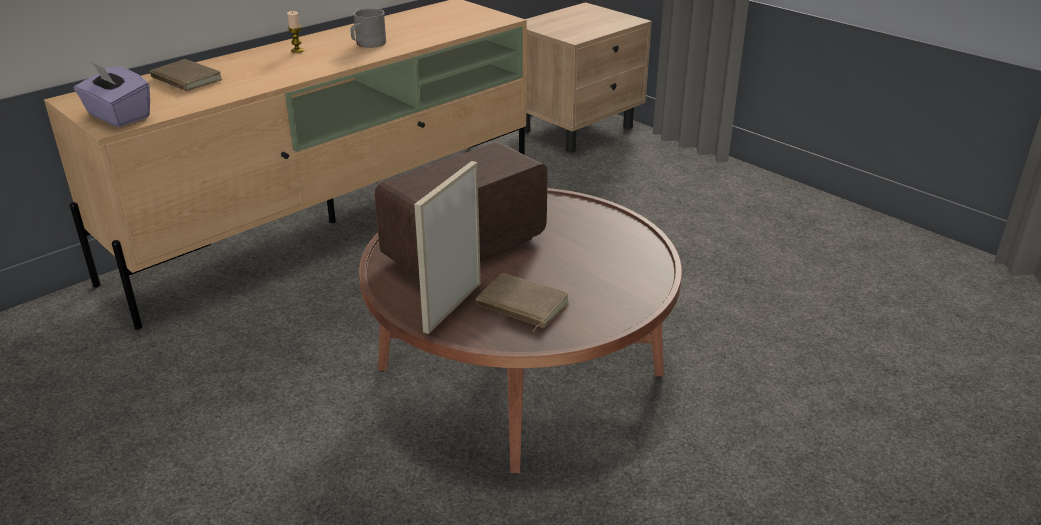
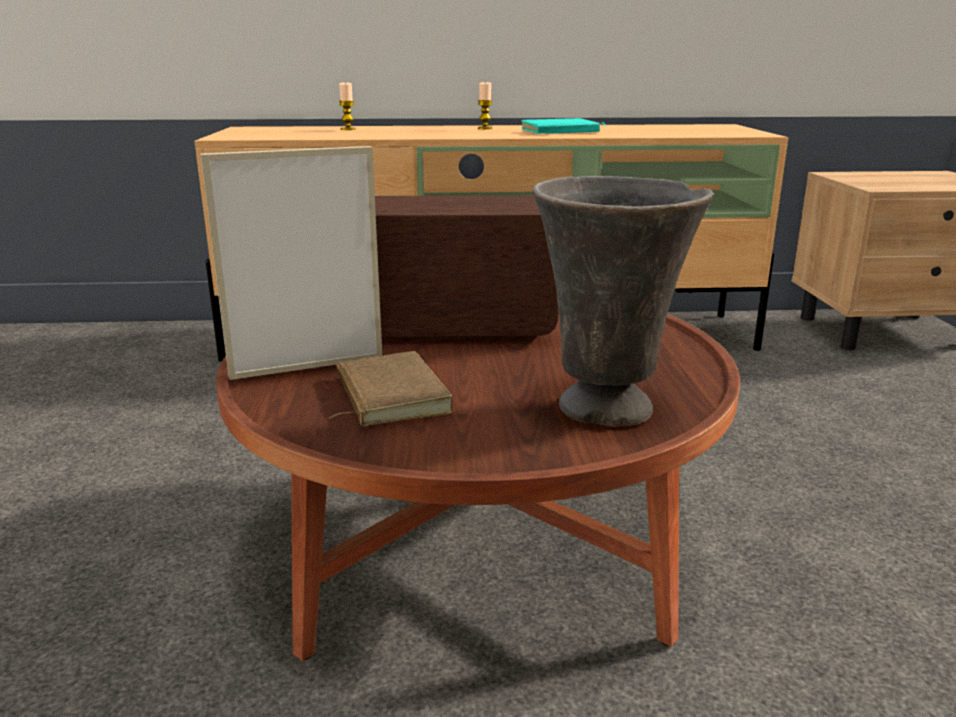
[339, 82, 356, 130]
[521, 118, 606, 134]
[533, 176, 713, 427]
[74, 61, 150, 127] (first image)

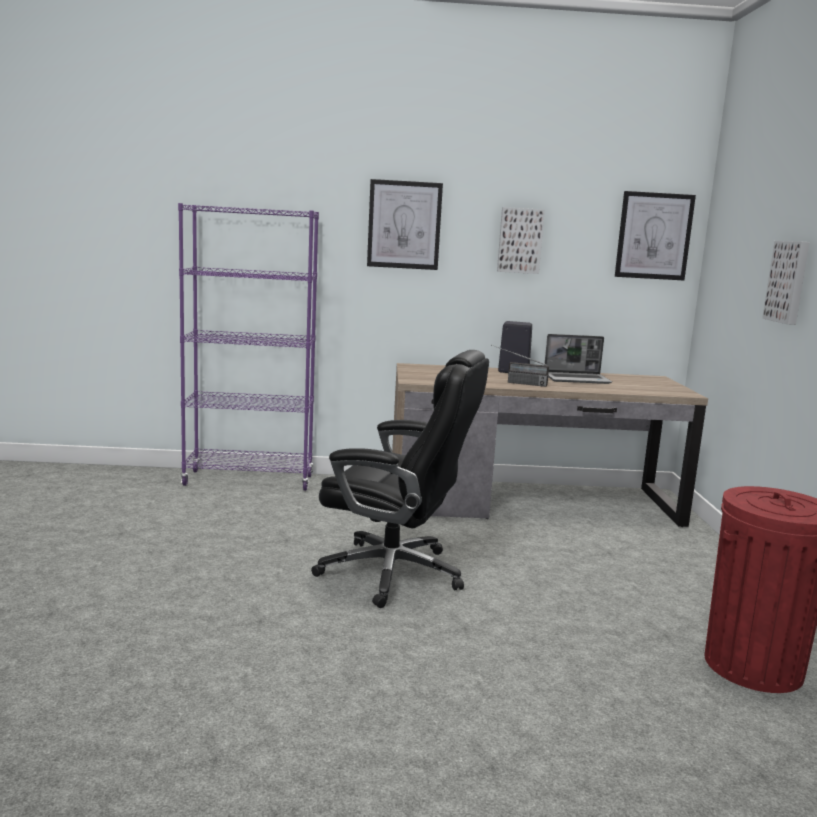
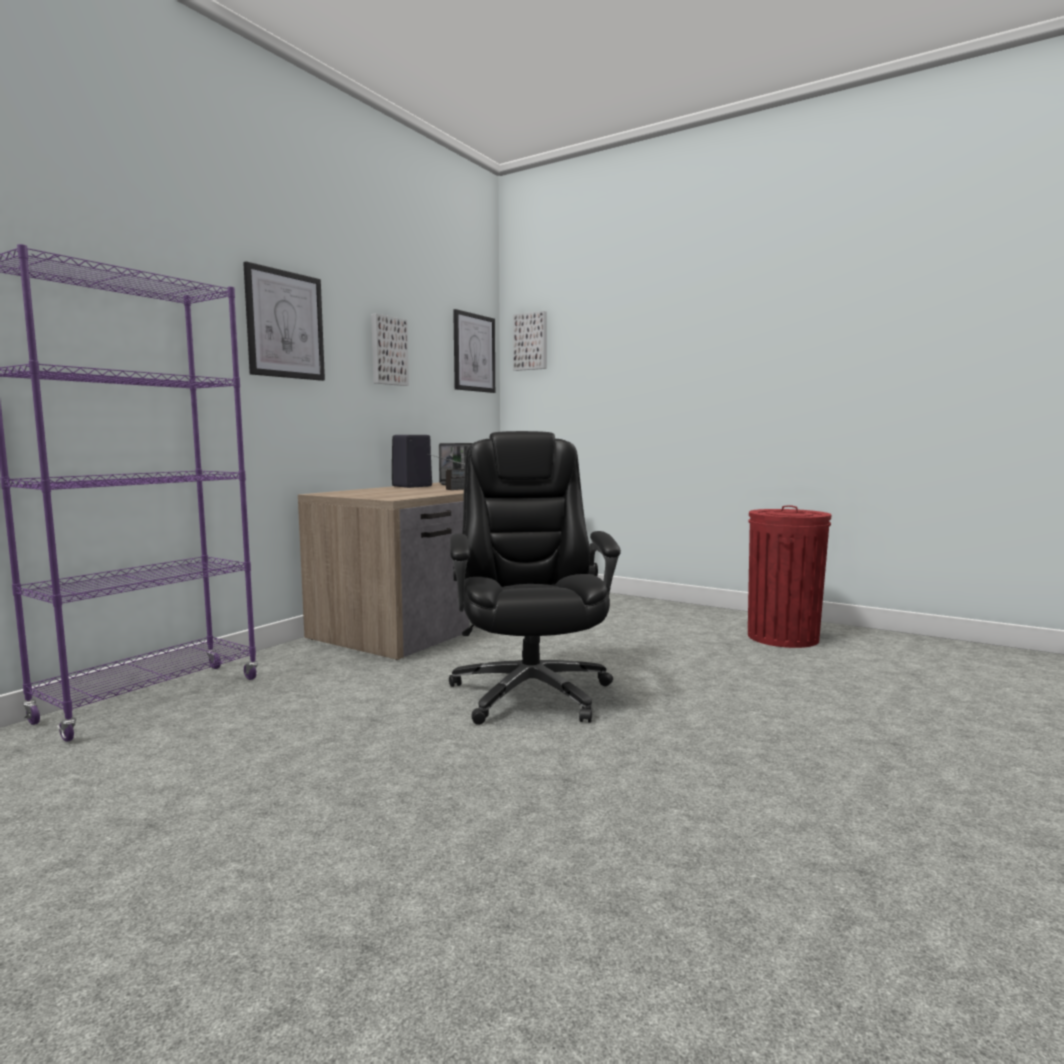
[449, 431, 621, 725]
[513, 311, 547, 371]

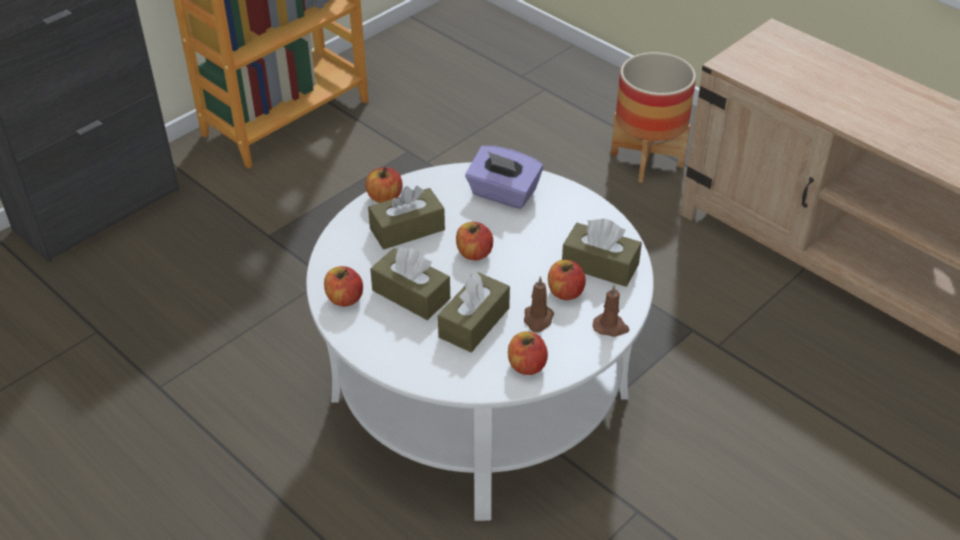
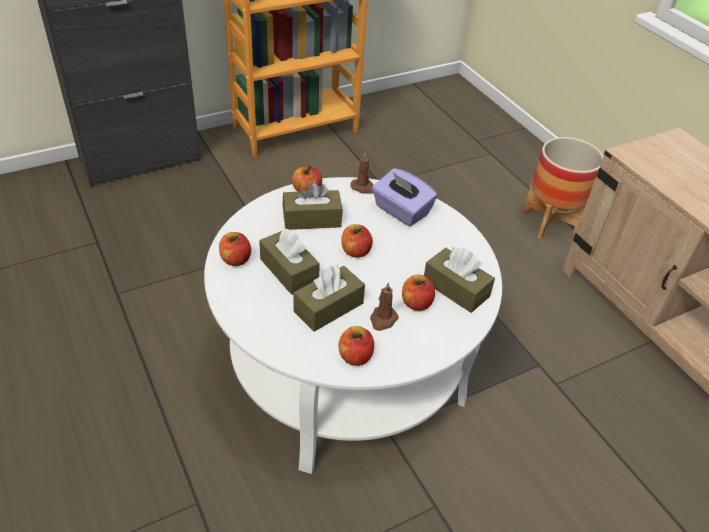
[350, 152, 373, 194]

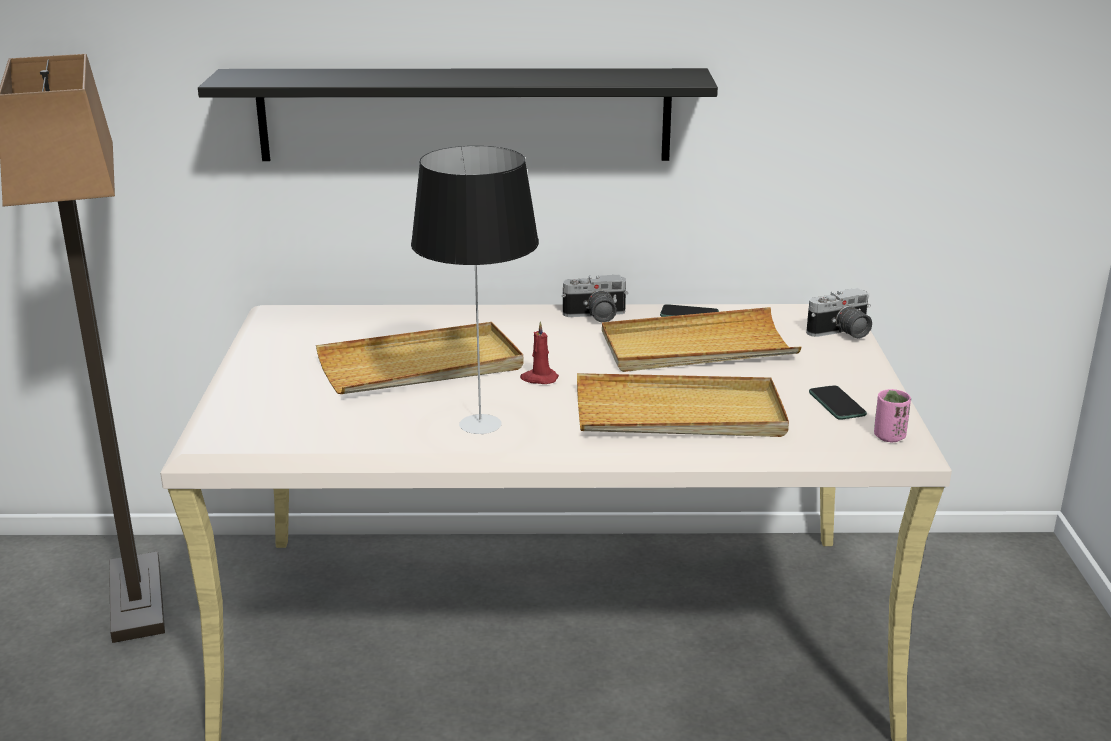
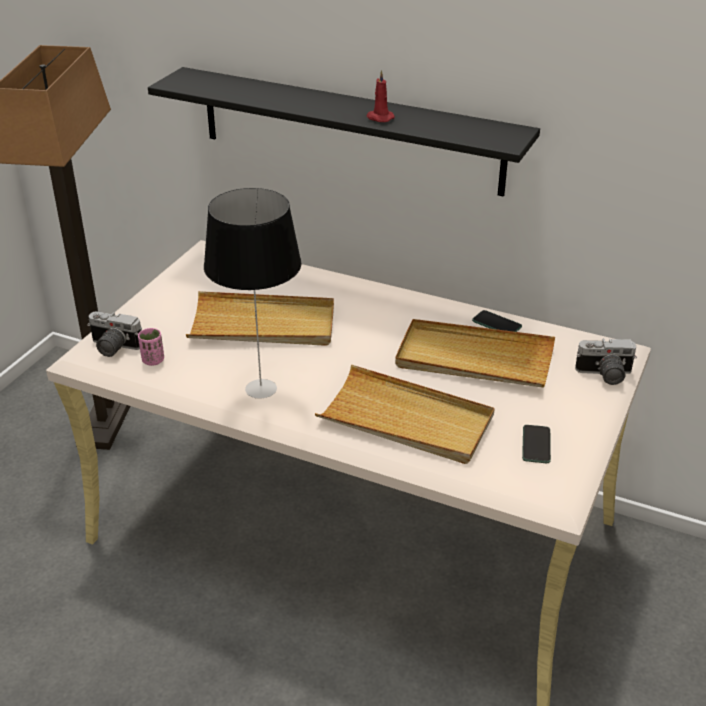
[87, 311, 142, 357]
[138, 328, 164, 366]
[367, 70, 395, 122]

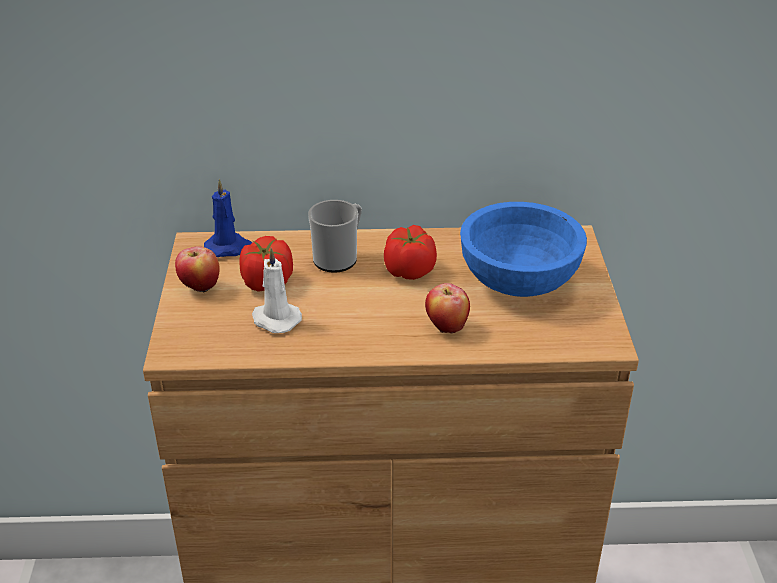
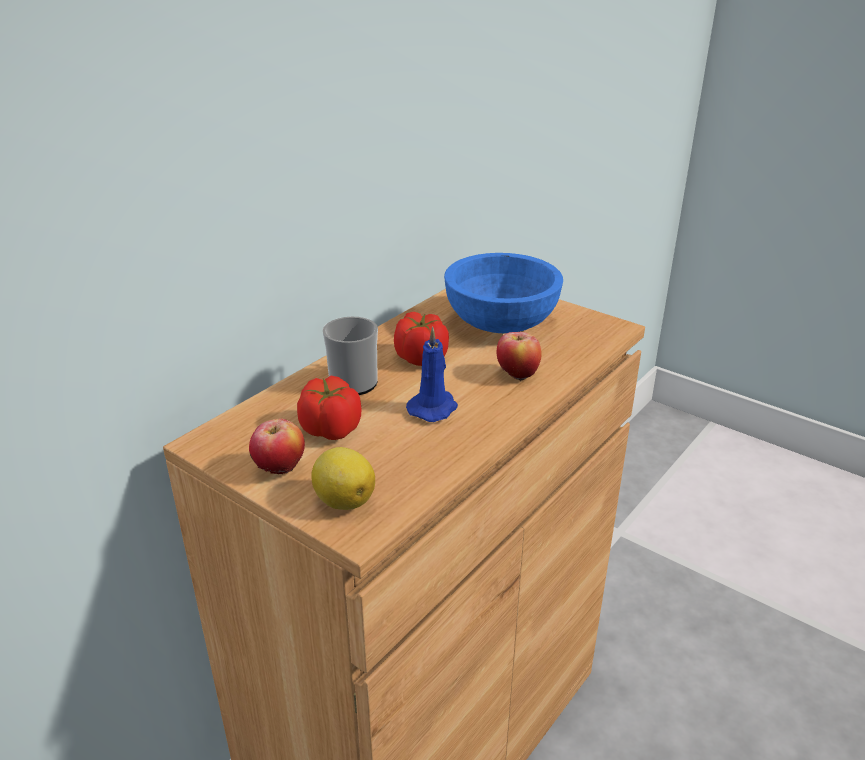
[311, 447, 375, 510]
[406, 327, 458, 422]
[252, 248, 302, 333] (first image)

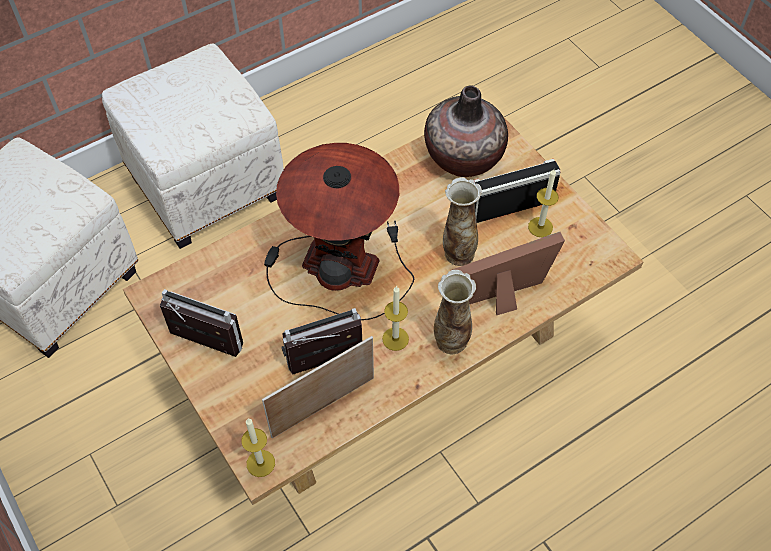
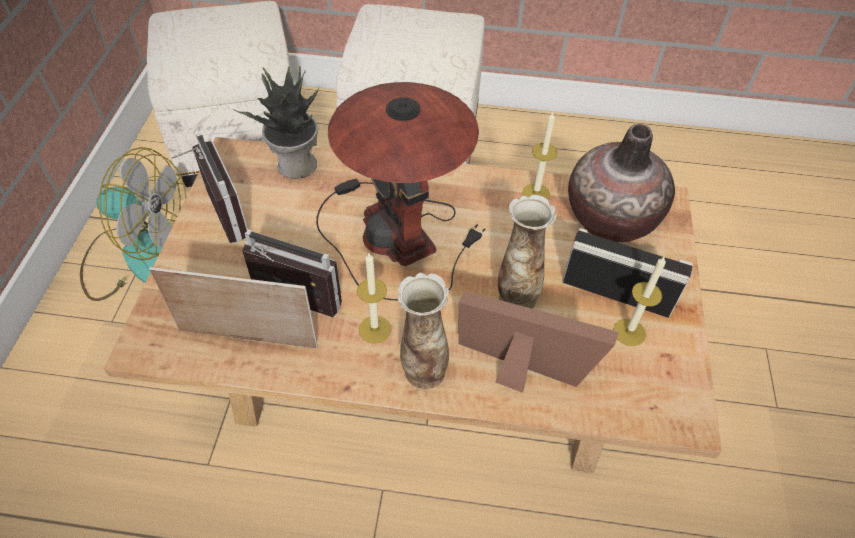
[80, 147, 187, 301]
[233, 66, 319, 179]
[522, 112, 557, 199]

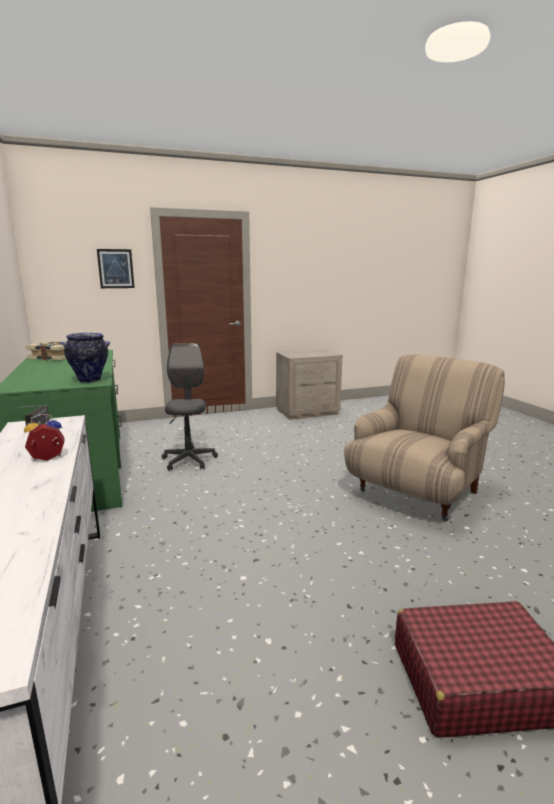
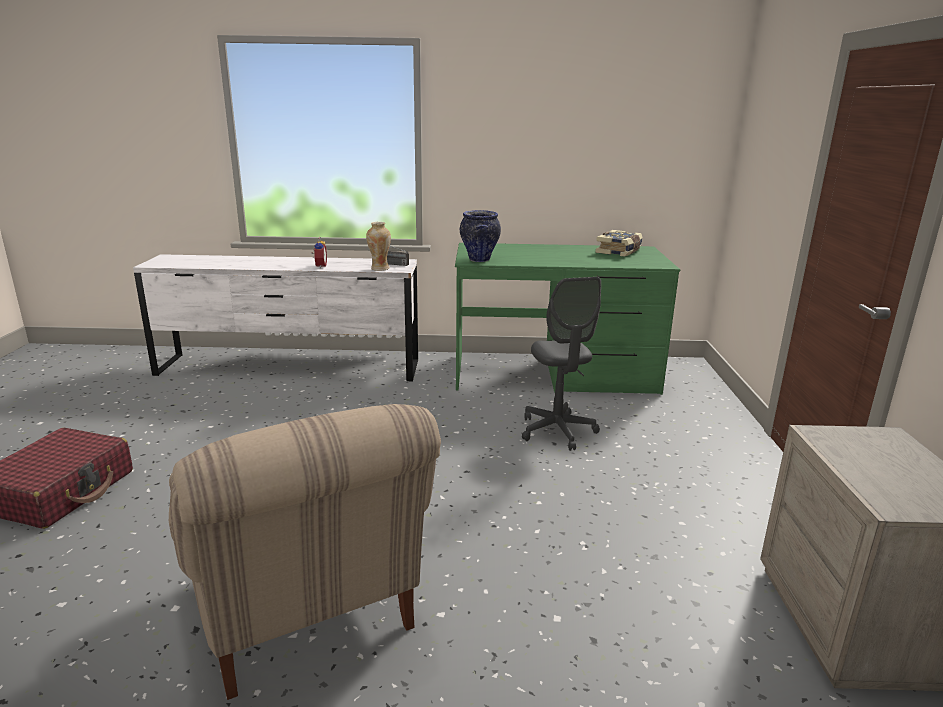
[366, 222, 391, 271]
[522, 277, 601, 451]
[97, 249, 135, 288] (first image)

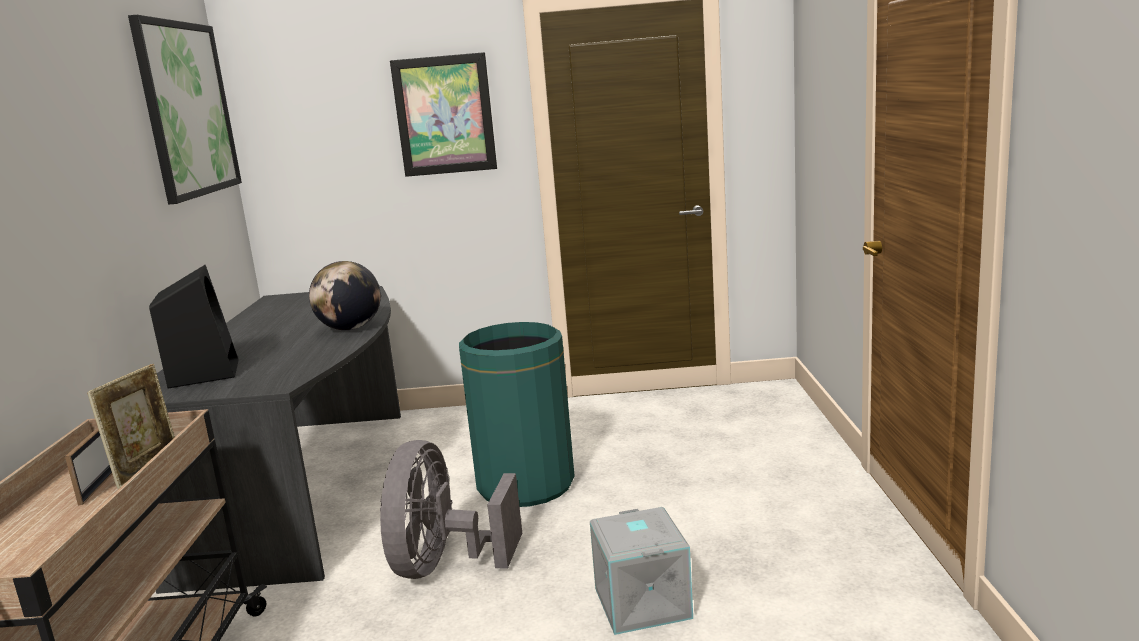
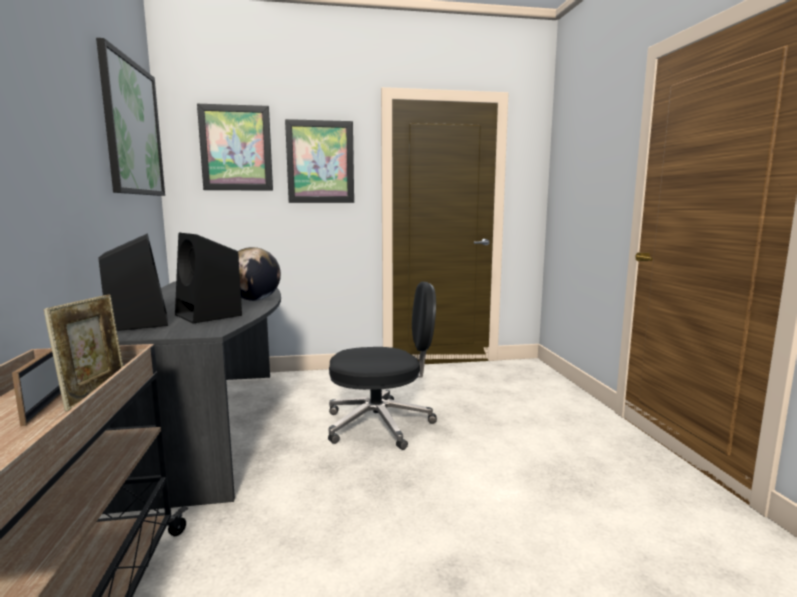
[175, 233, 242, 323]
[197, 104, 273, 191]
[328, 282, 437, 450]
[380, 440, 522, 579] (first image)
[590, 507, 693, 635] (first image)

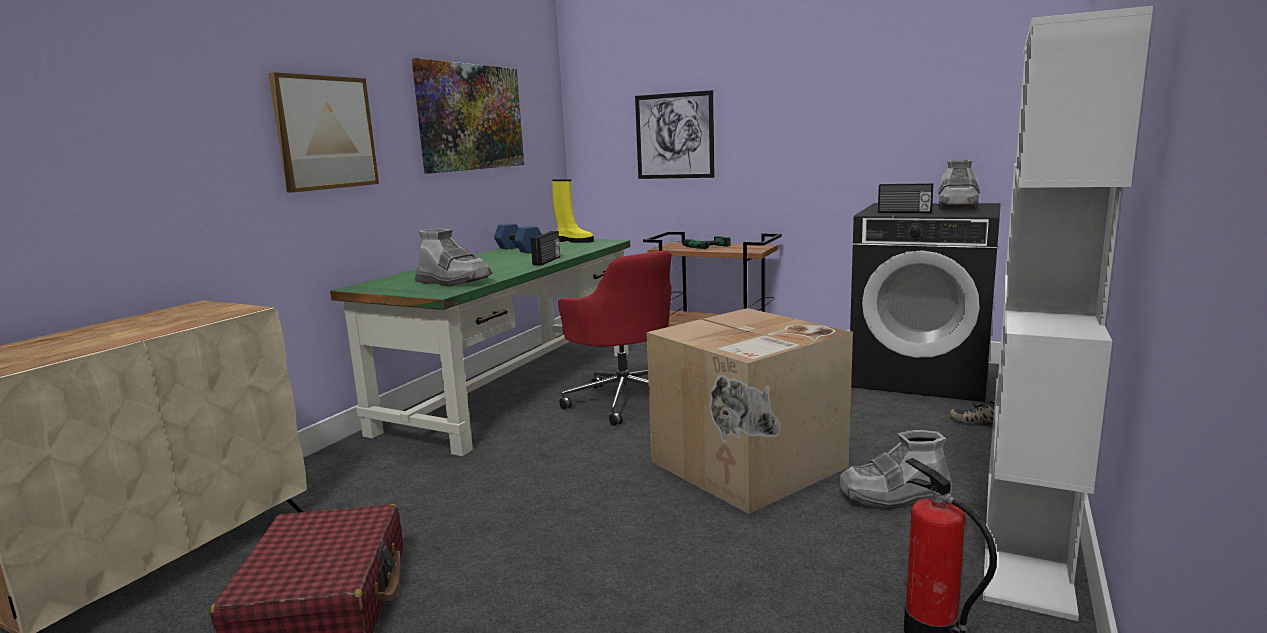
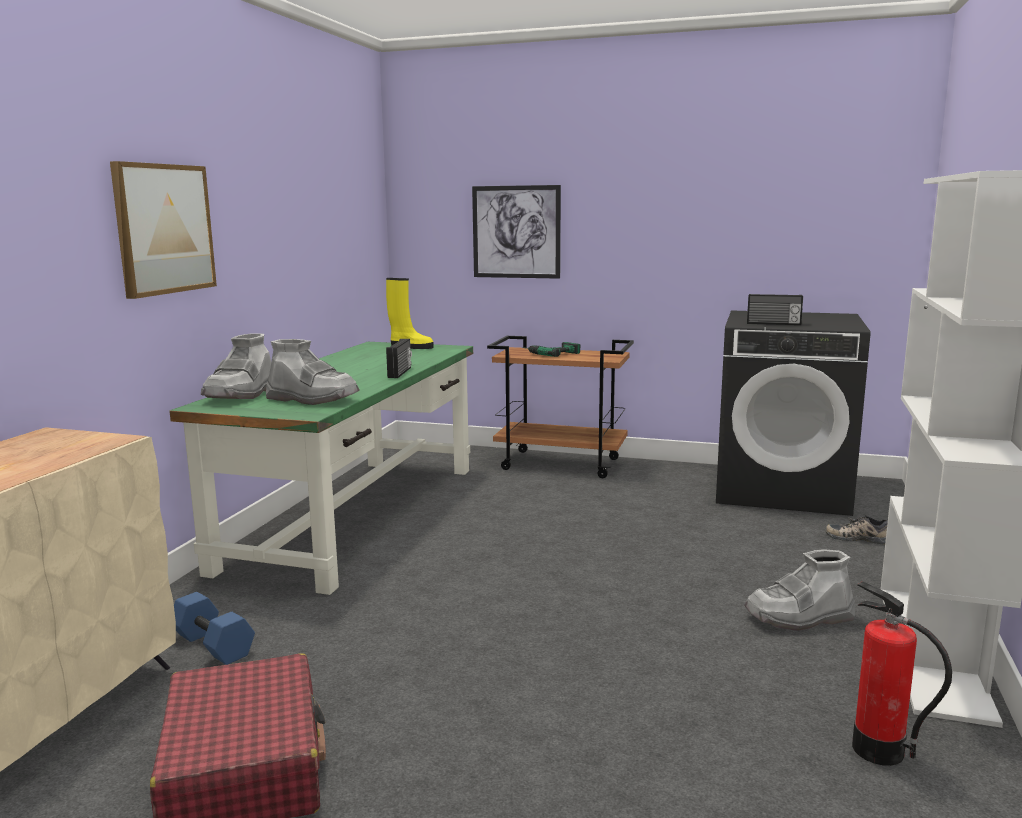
[174, 592, 255, 665]
[201, 333, 271, 399]
[412, 58, 524, 174] (first image)
[558, 250, 672, 426] (first image)
[646, 308, 853, 514] (first image)

